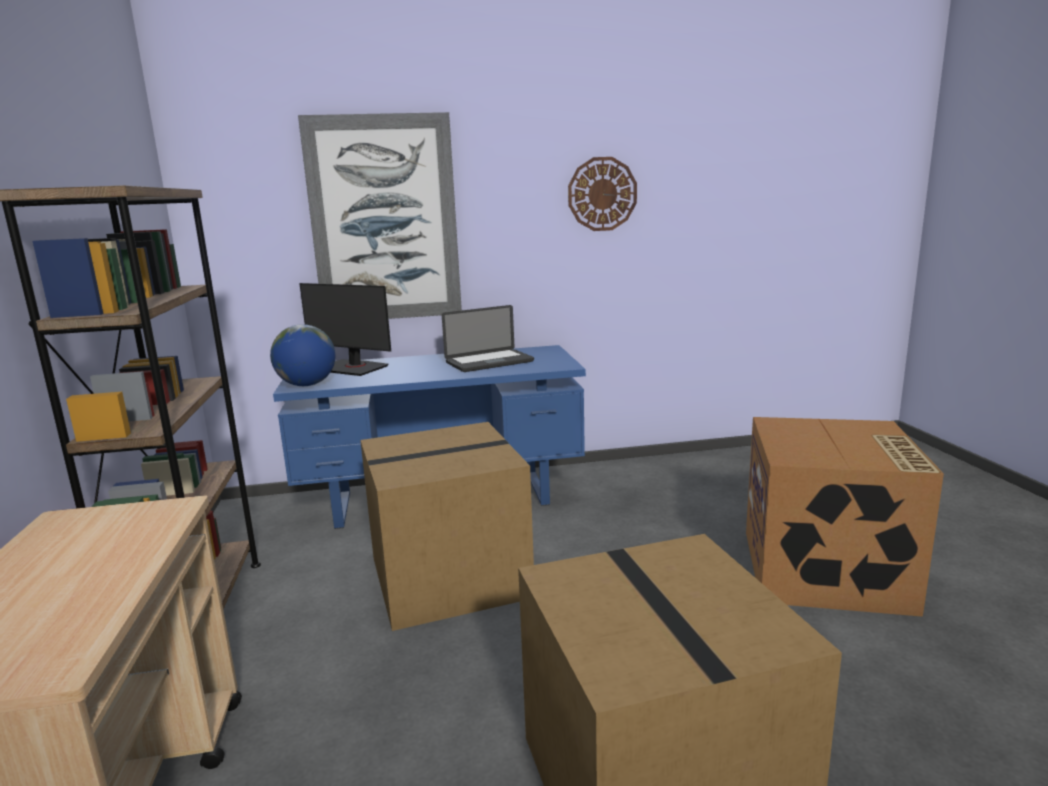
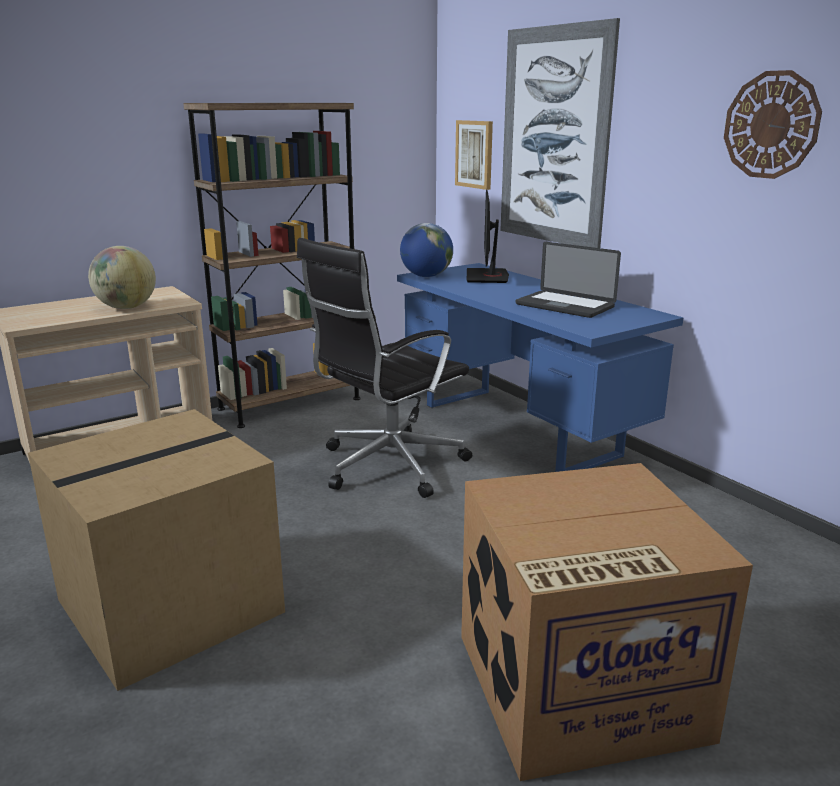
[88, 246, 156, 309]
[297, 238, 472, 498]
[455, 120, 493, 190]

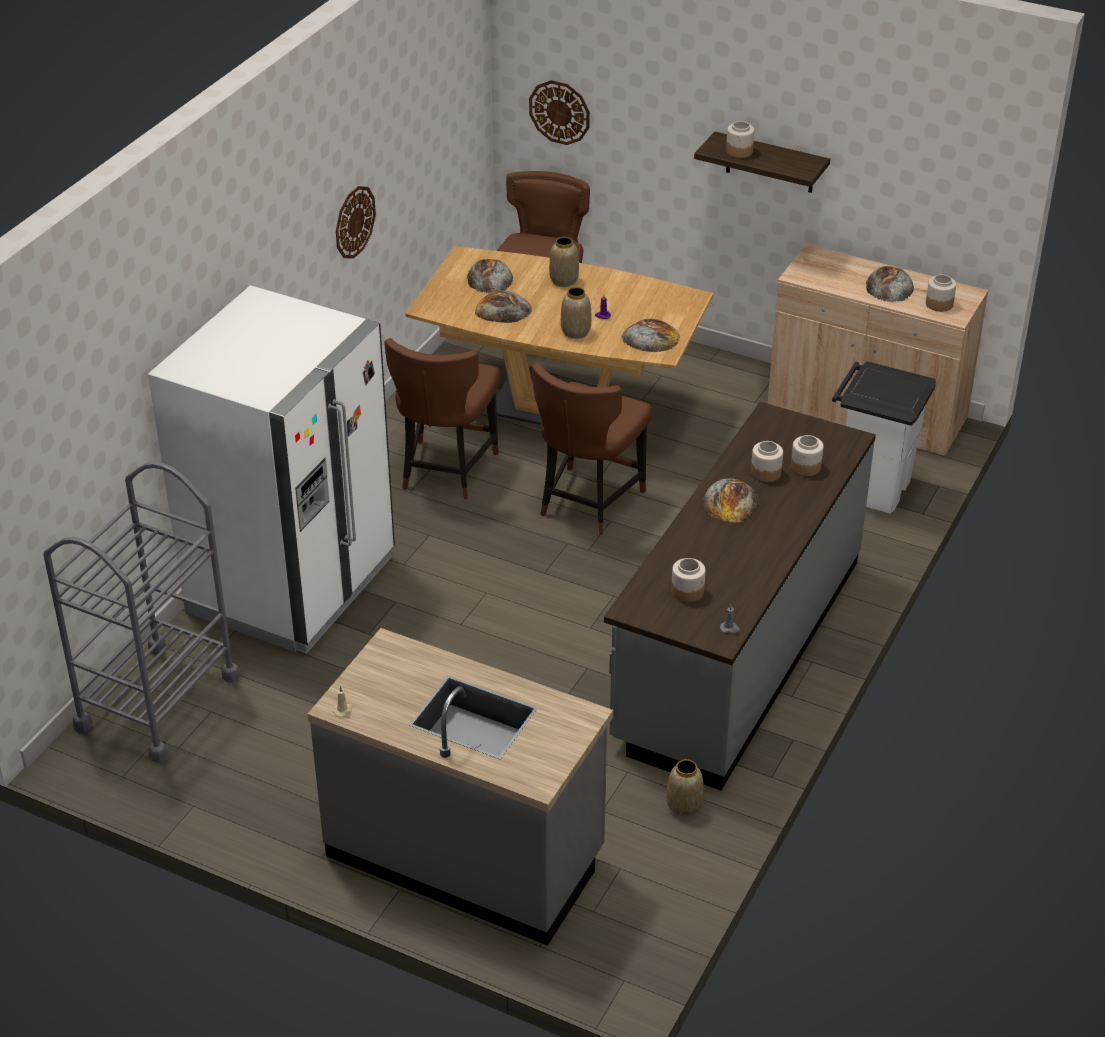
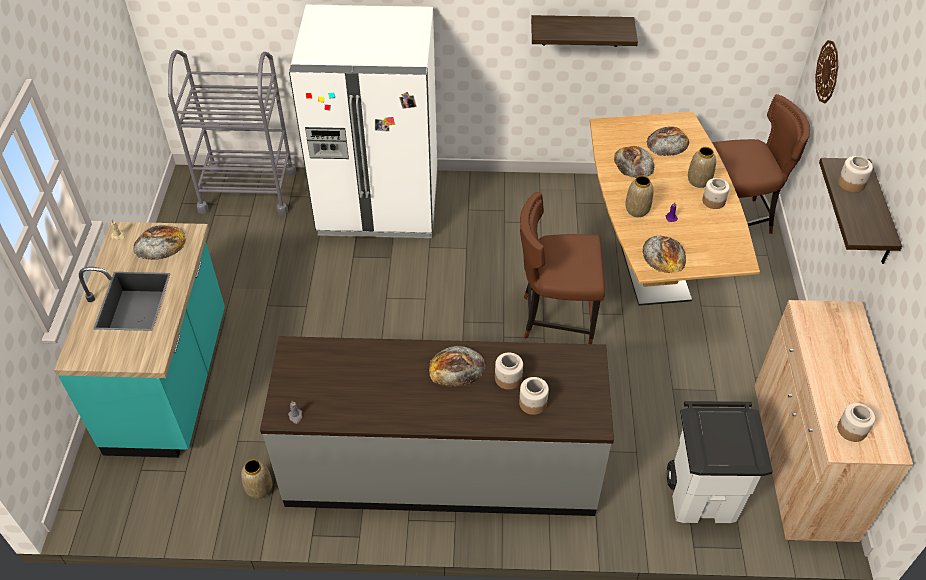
[54, 222, 225, 458]
[133, 225, 186, 260]
[531, 15, 638, 47]
[702, 178, 730, 209]
[384, 338, 500, 500] (first image)

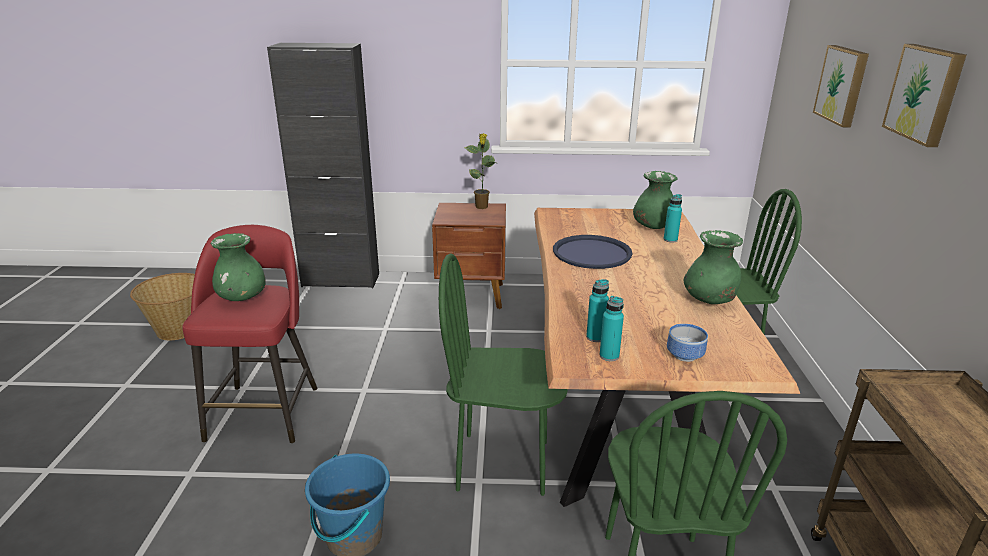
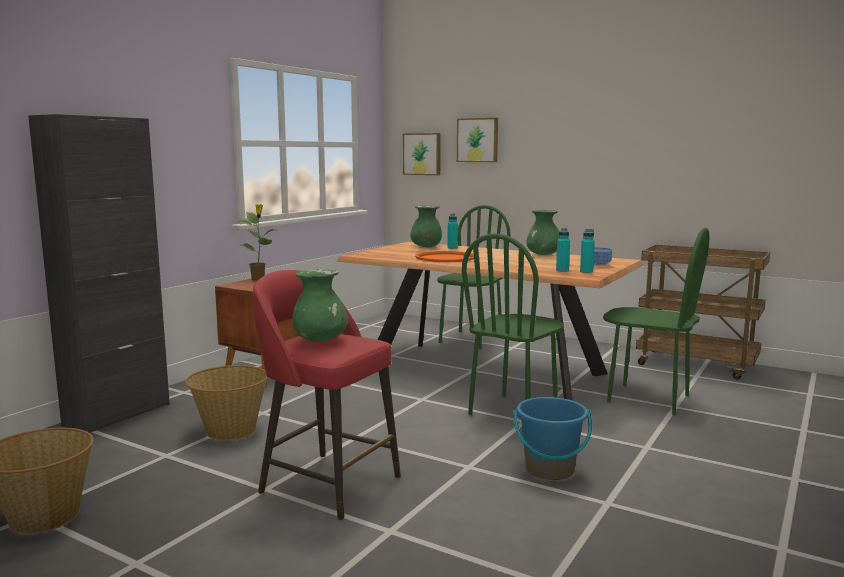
[185, 365, 268, 440]
[403, 133, 441, 175]
[415, 251, 474, 262]

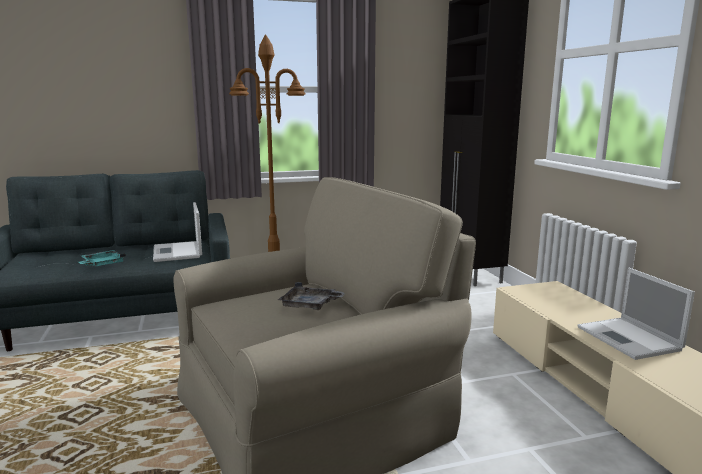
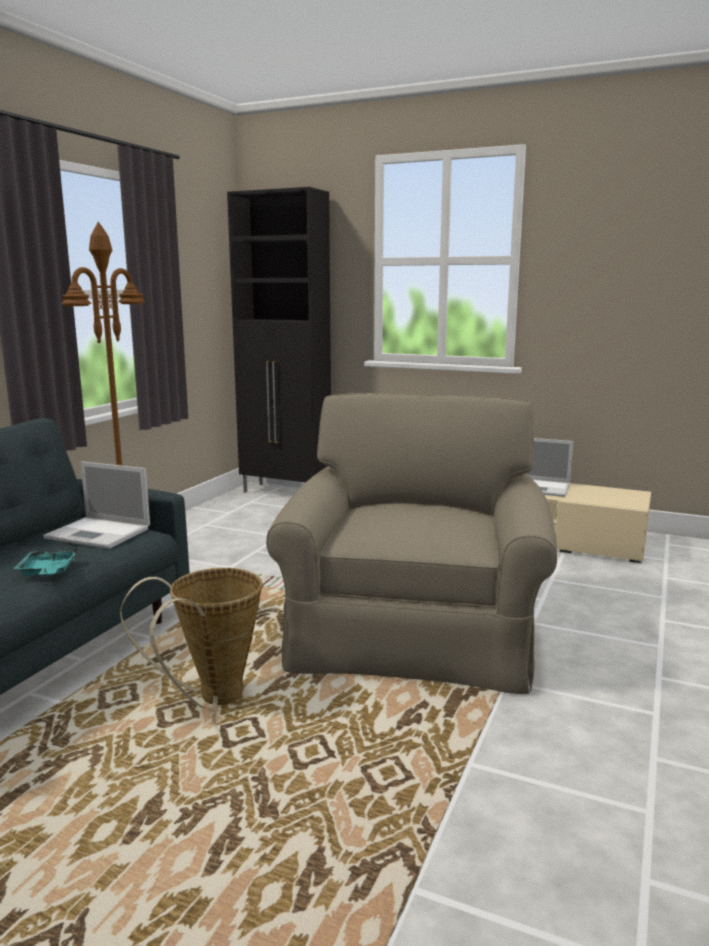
[120, 568, 262, 710]
[278, 282, 345, 310] (first image)

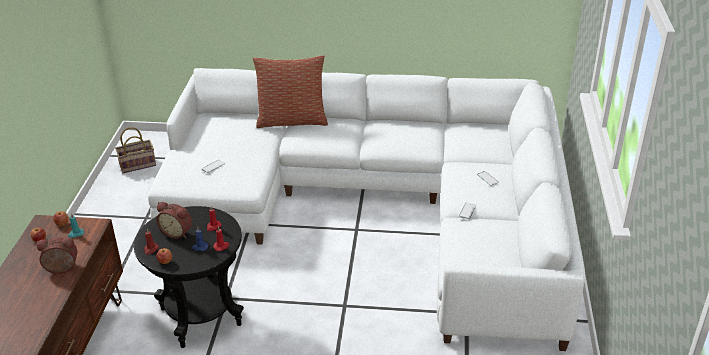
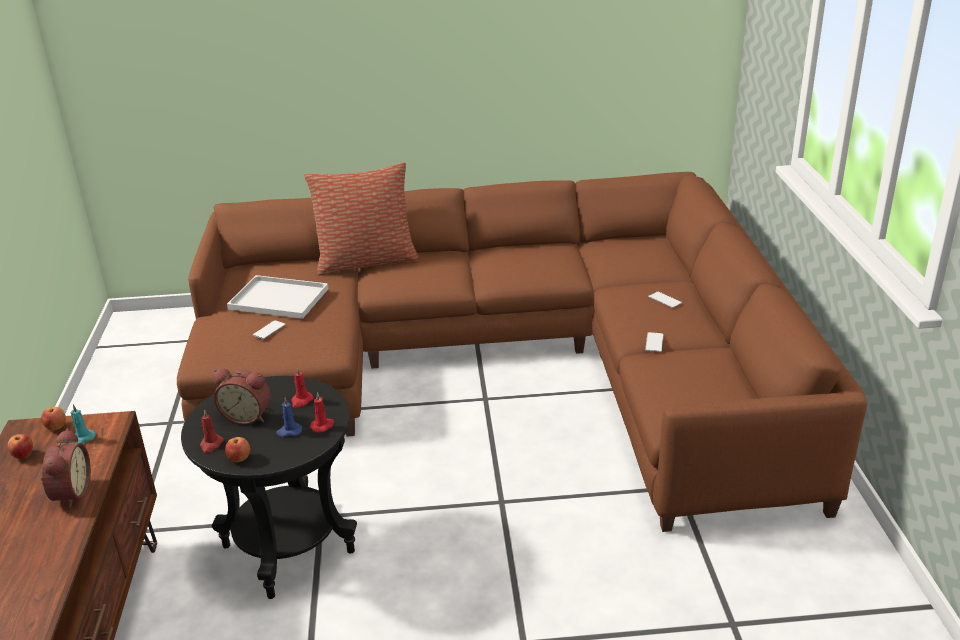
[41, 428, 91, 508]
[177, 172, 867, 532]
[227, 275, 329, 319]
[115, 127, 156, 173] (first image)

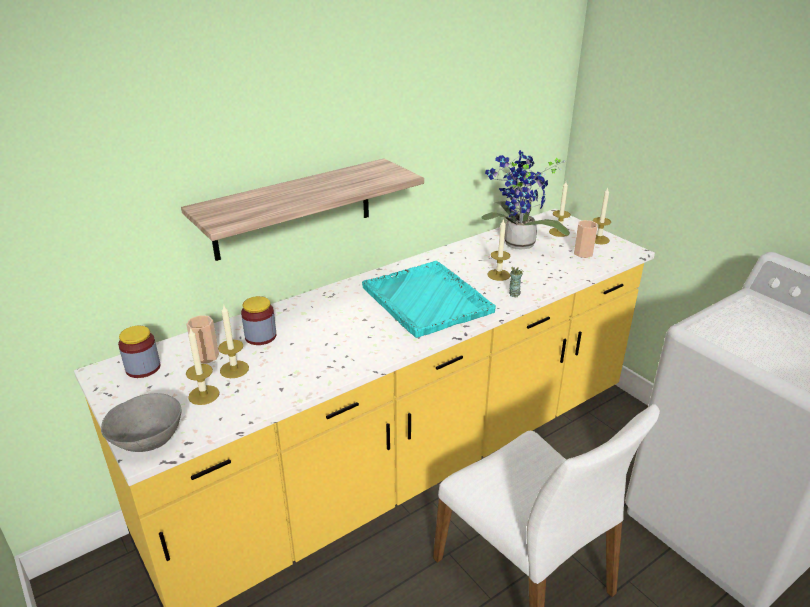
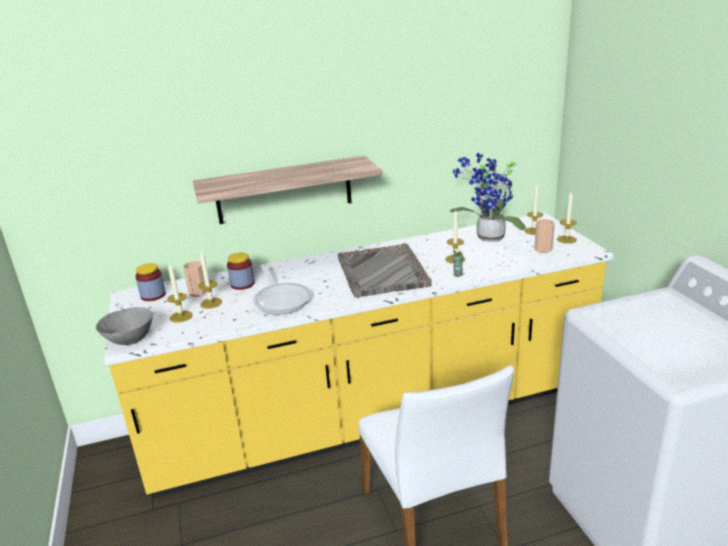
[253, 265, 311, 315]
[338, 244, 432, 297]

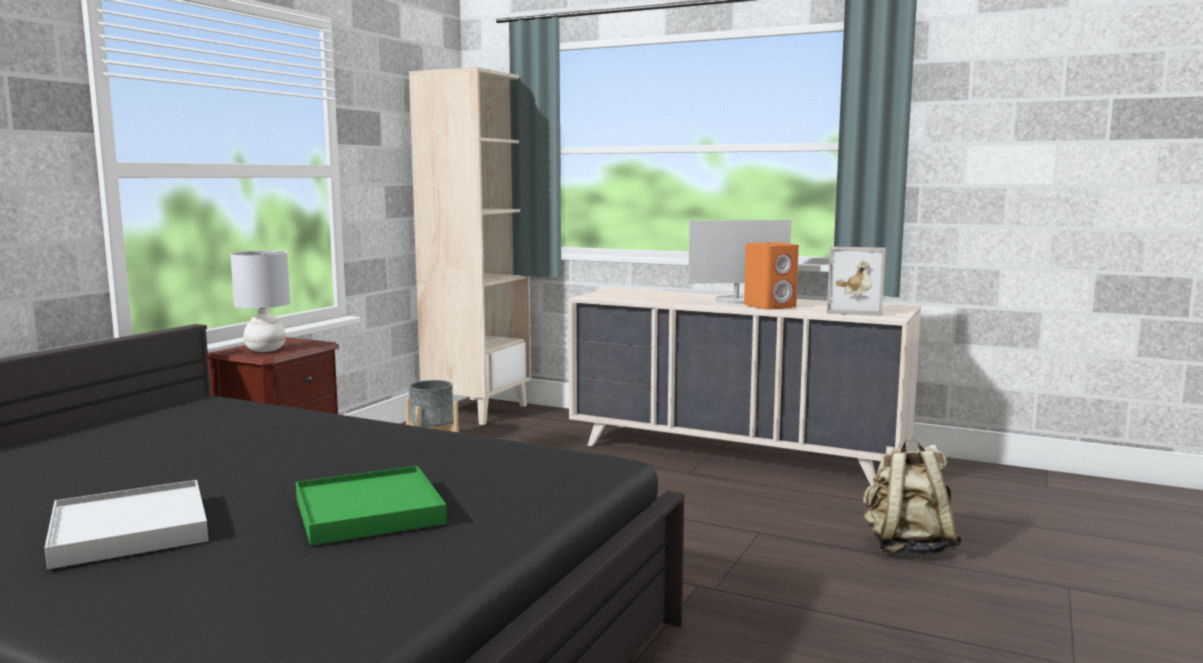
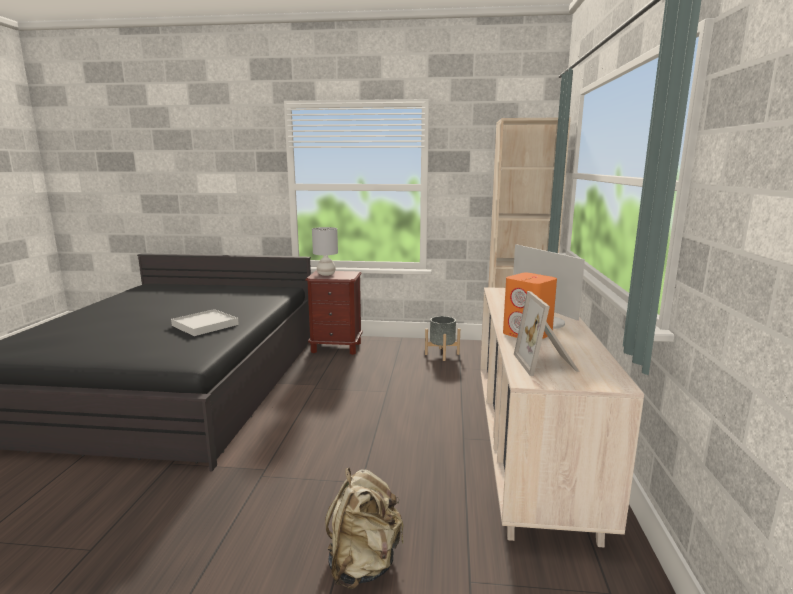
[171, 309, 239, 336]
[296, 466, 447, 546] (first image)

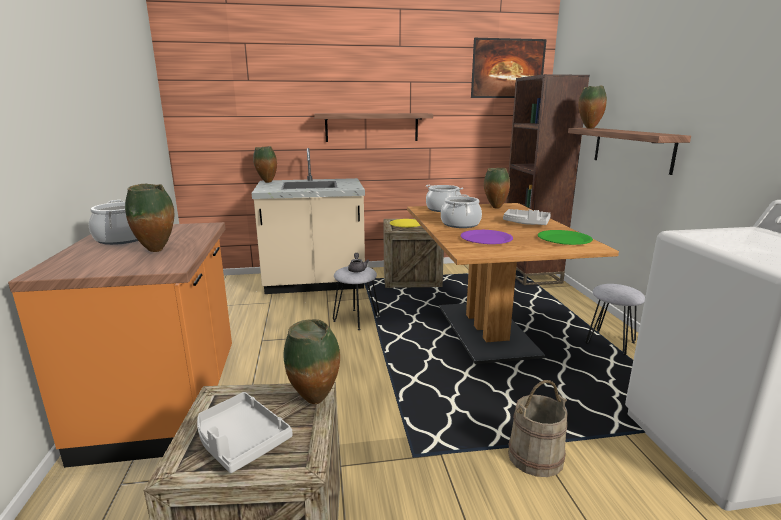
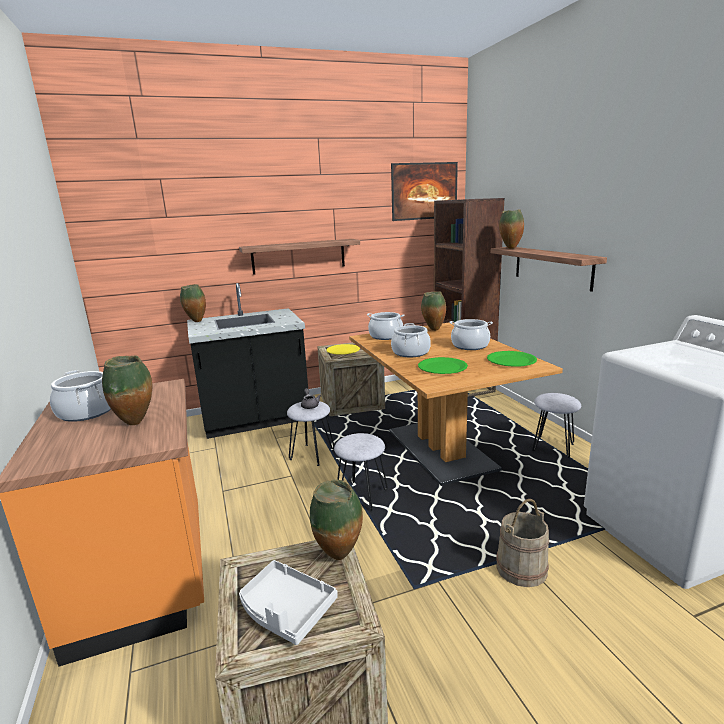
[187, 283, 308, 439]
[334, 433, 388, 511]
[418, 357, 468, 374]
[449, 319, 493, 350]

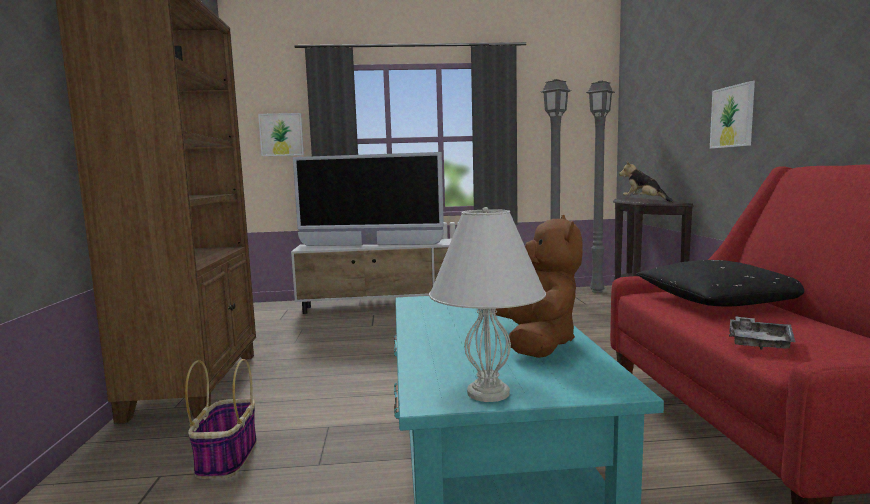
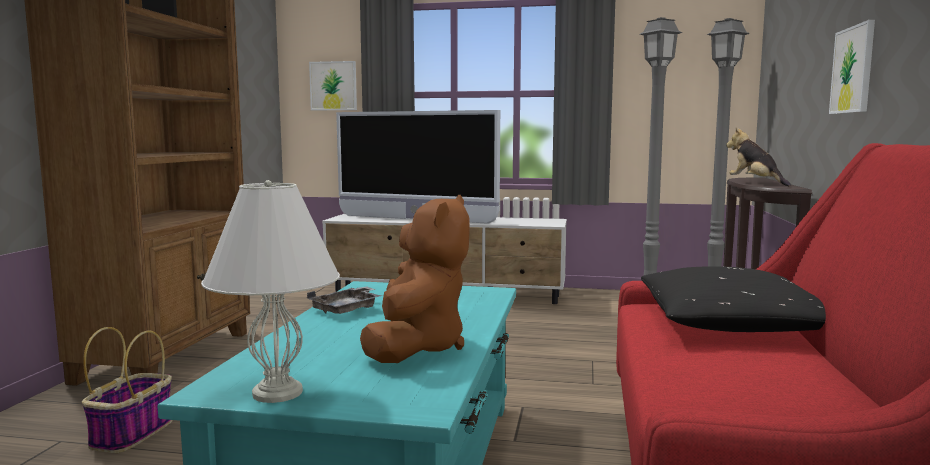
[307, 286, 382, 314]

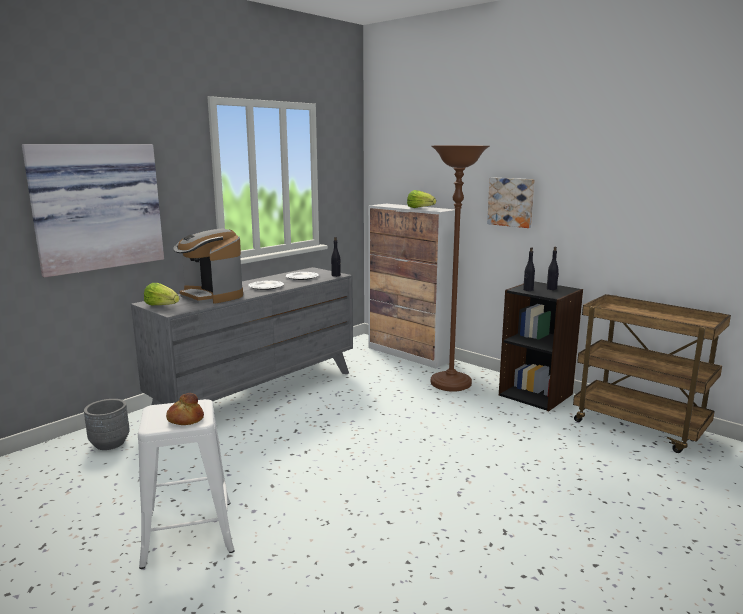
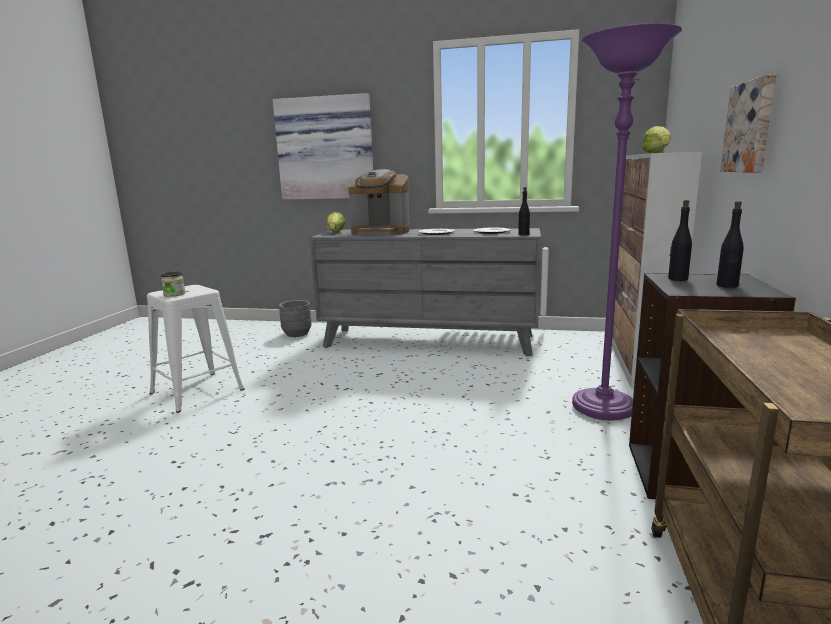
[161, 272, 185, 297]
[348, 169, 410, 235]
[572, 23, 682, 420]

